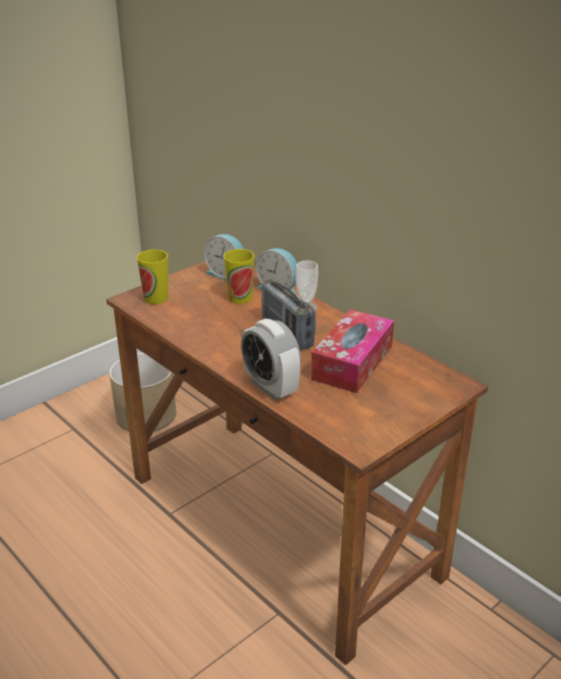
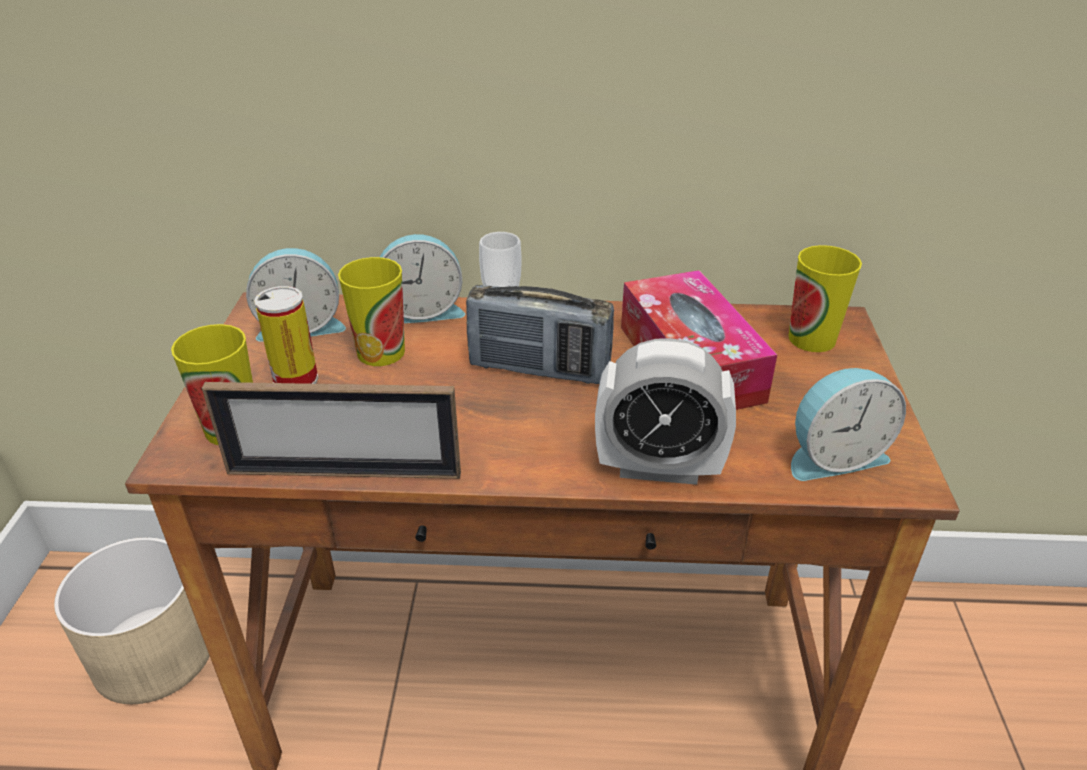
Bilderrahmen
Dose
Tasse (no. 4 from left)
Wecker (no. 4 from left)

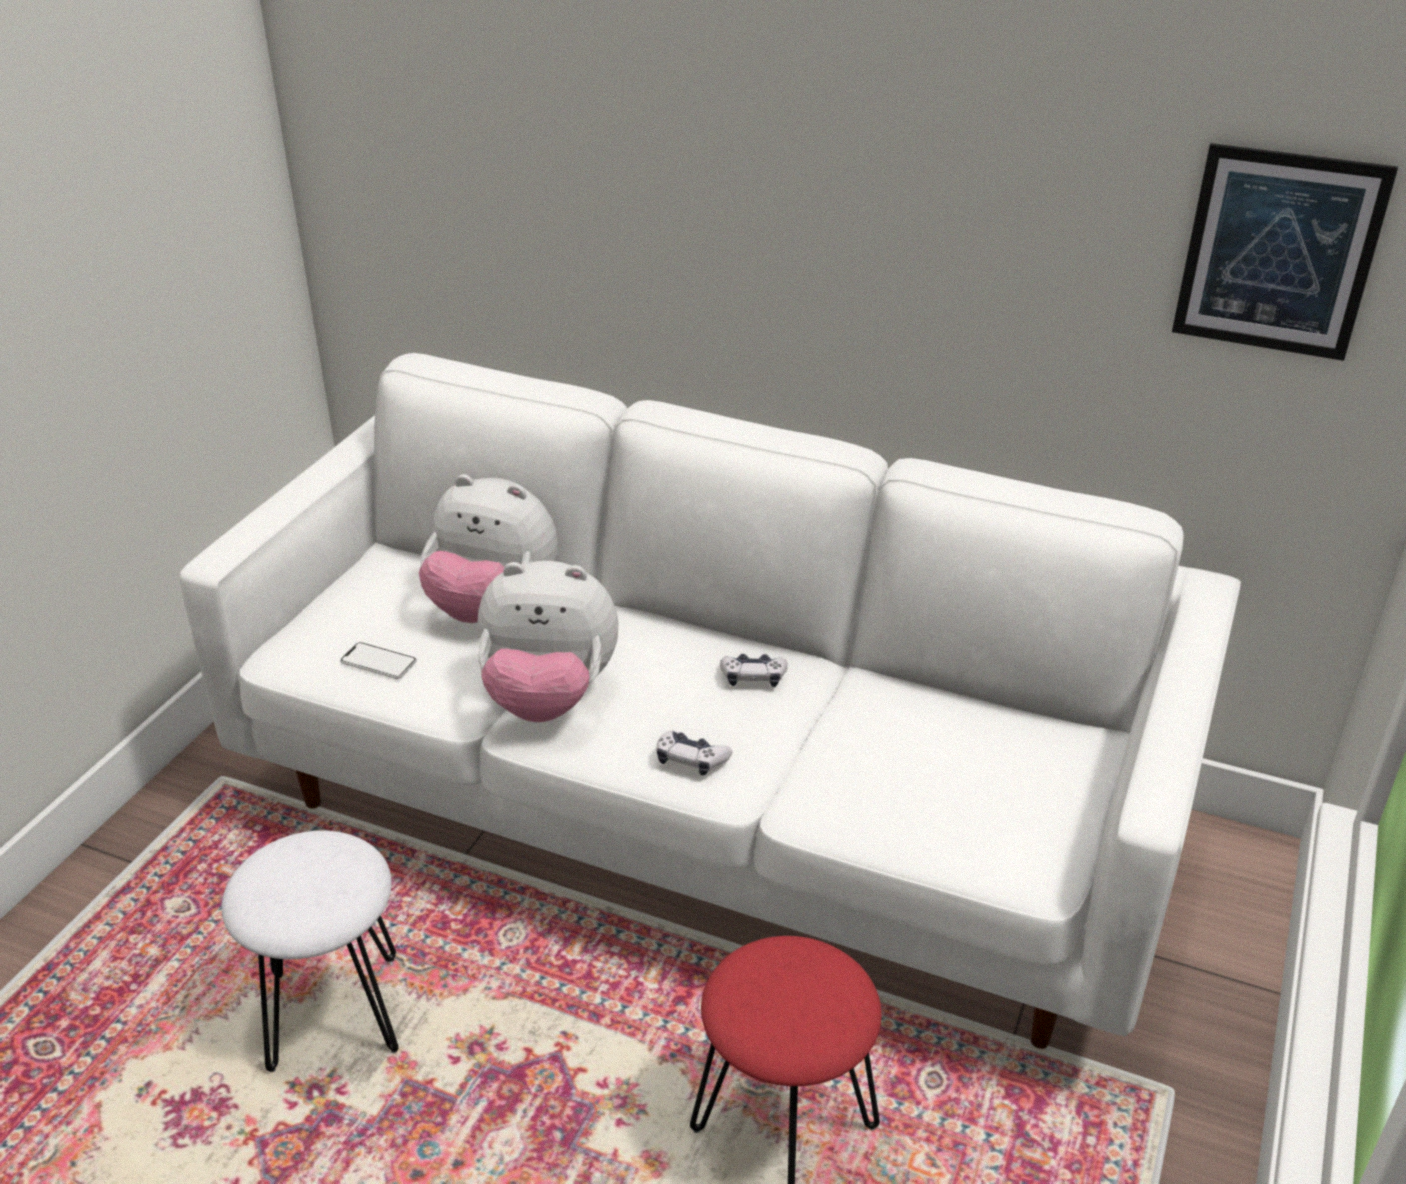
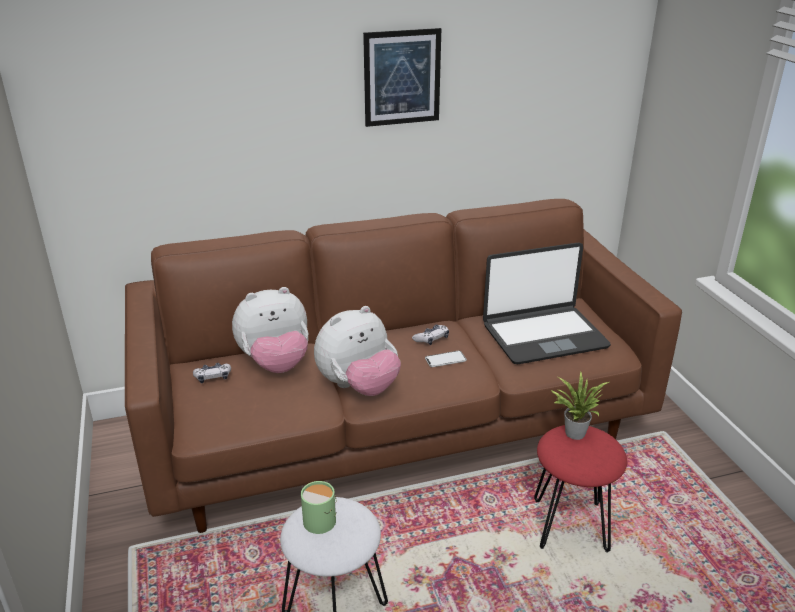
Sofa [braun]
Handy
Gamepad (no. 1 from left)
Bild
Henkelbecher [grün]
Laptop
Topfpflanze

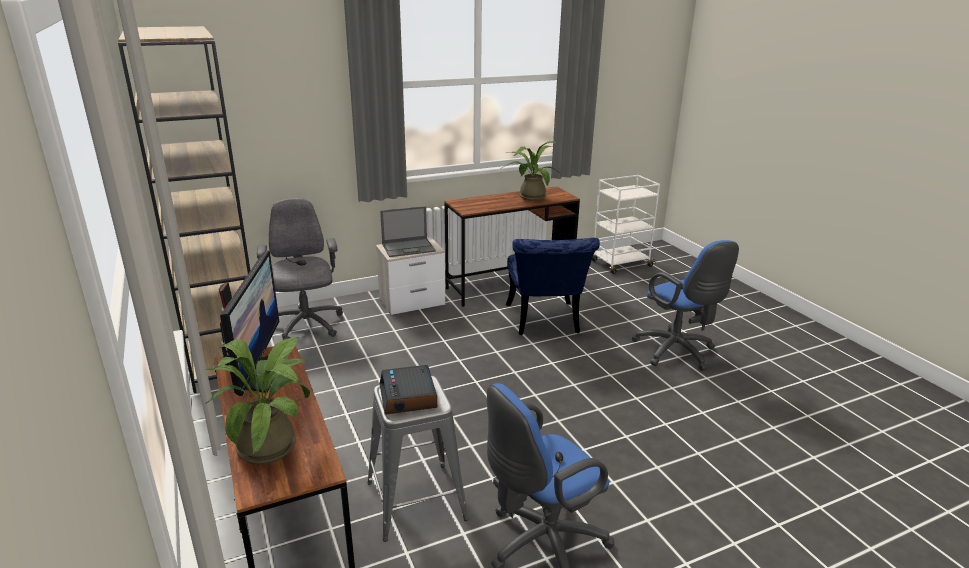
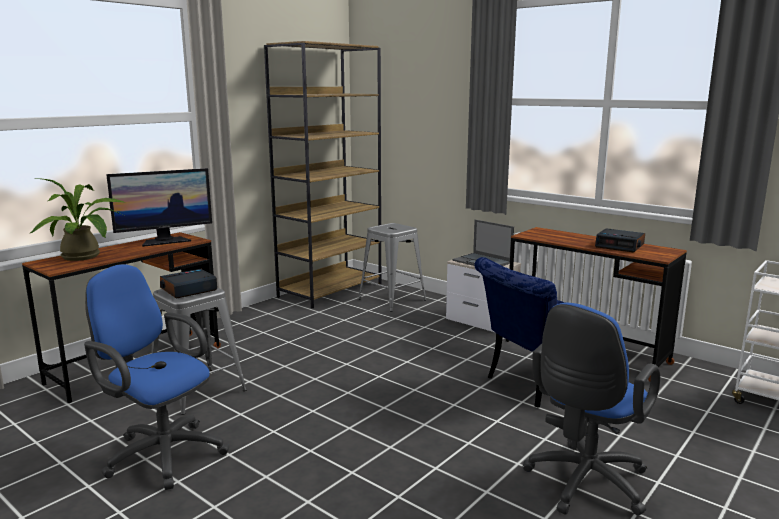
Hocker [grau] (no. 2 from left)
Wecker (no. 2 from left)

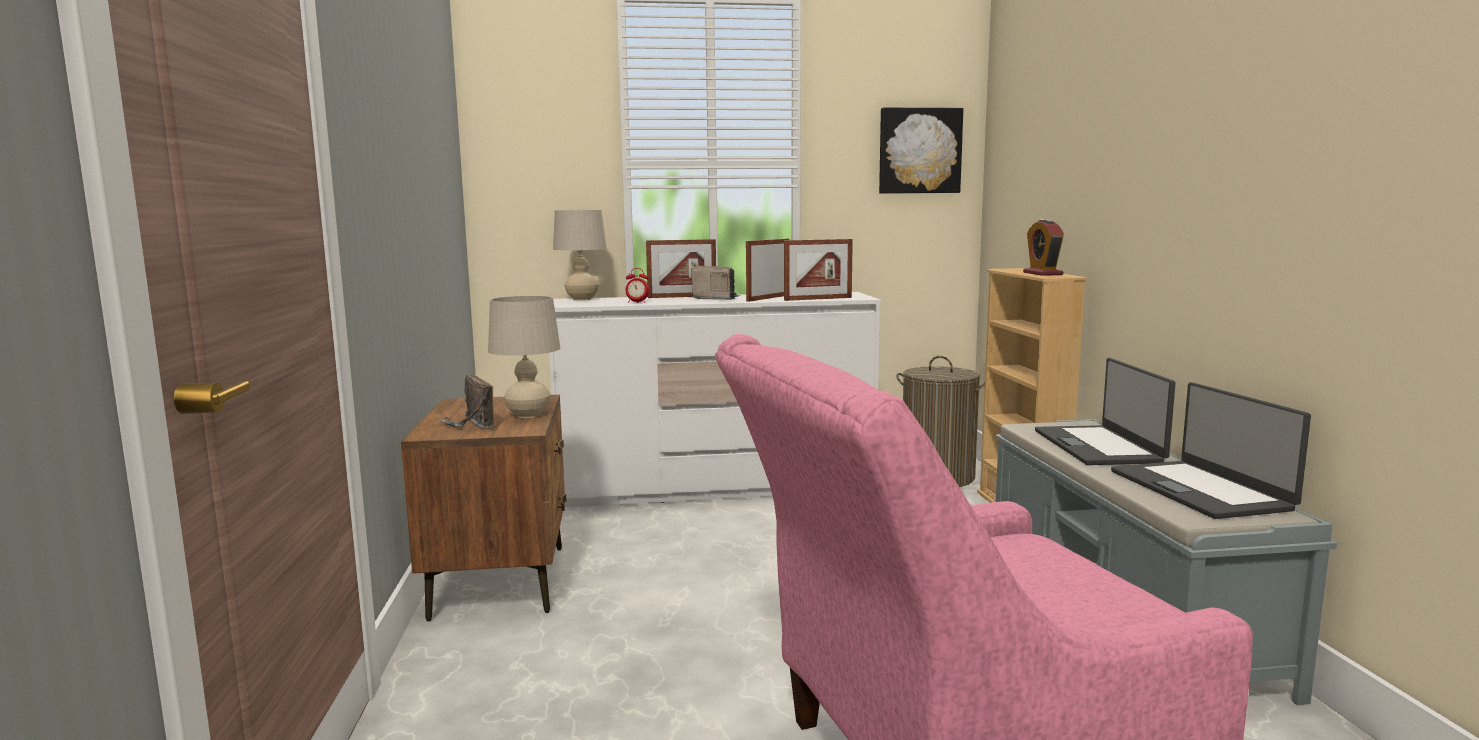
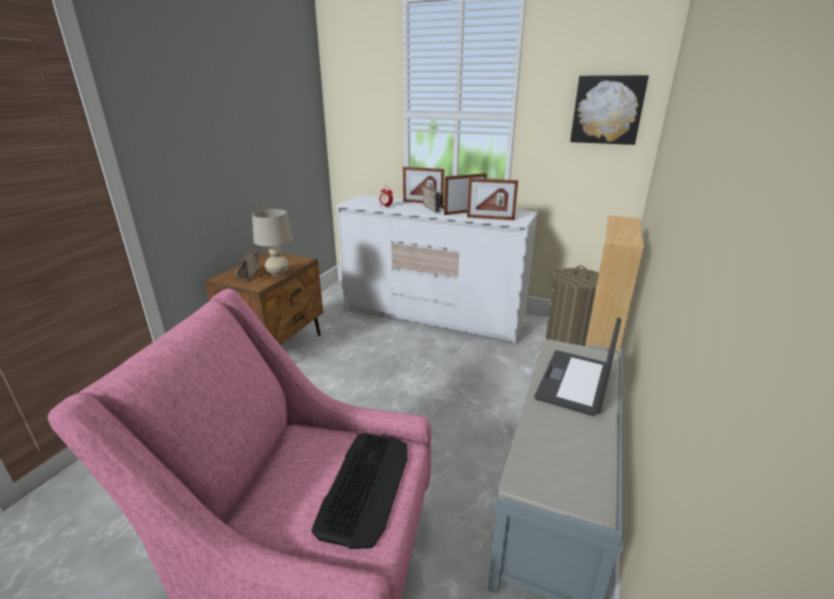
Tischlampe [beige] (no. 2 from left in the first image)
Wecker (no. 2 from left in the first image)
Laptop (no. 2 from left in the first image)
Tastatur

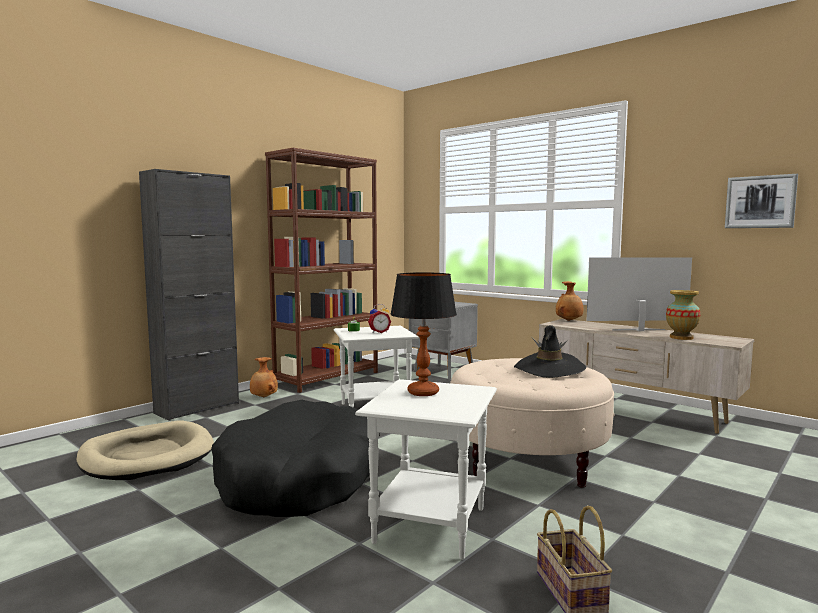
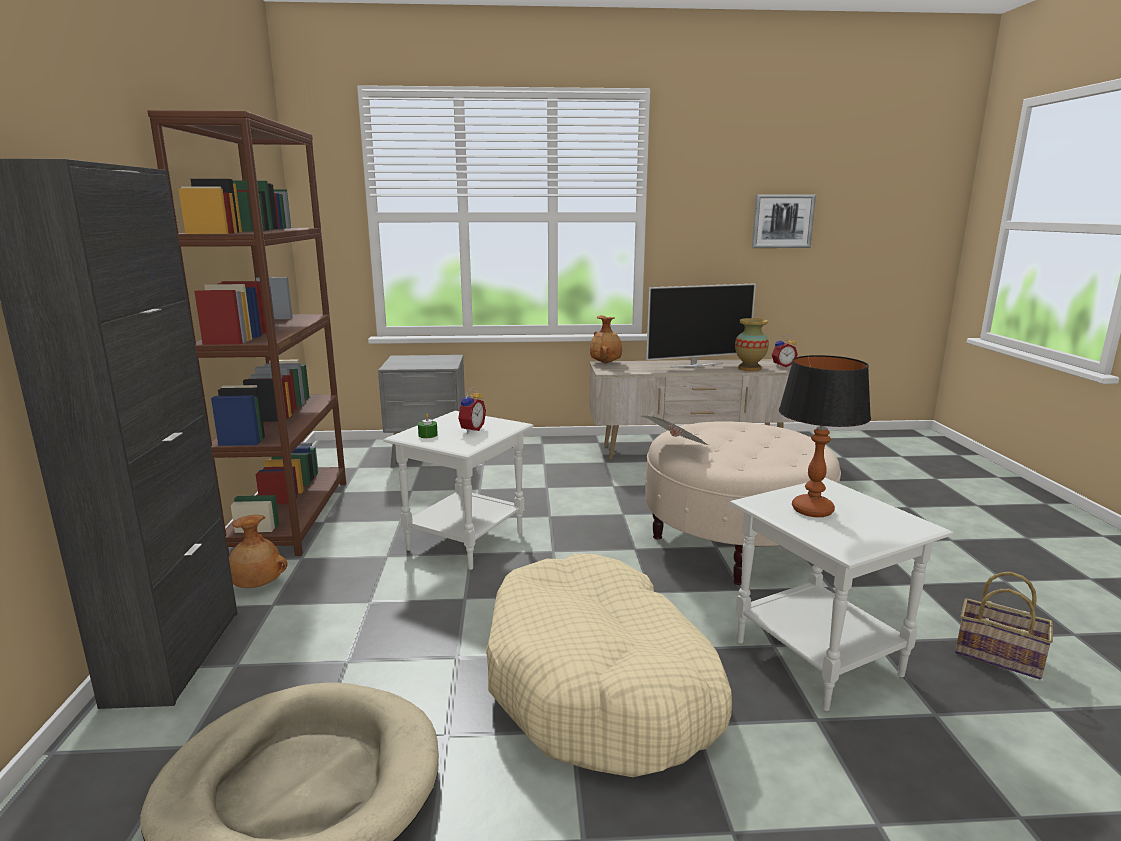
Hundebett [beige] (no. 2 from left)
Hut [schwarz]
Fernseher
Zeitung
Wecker (no. 2 from left)

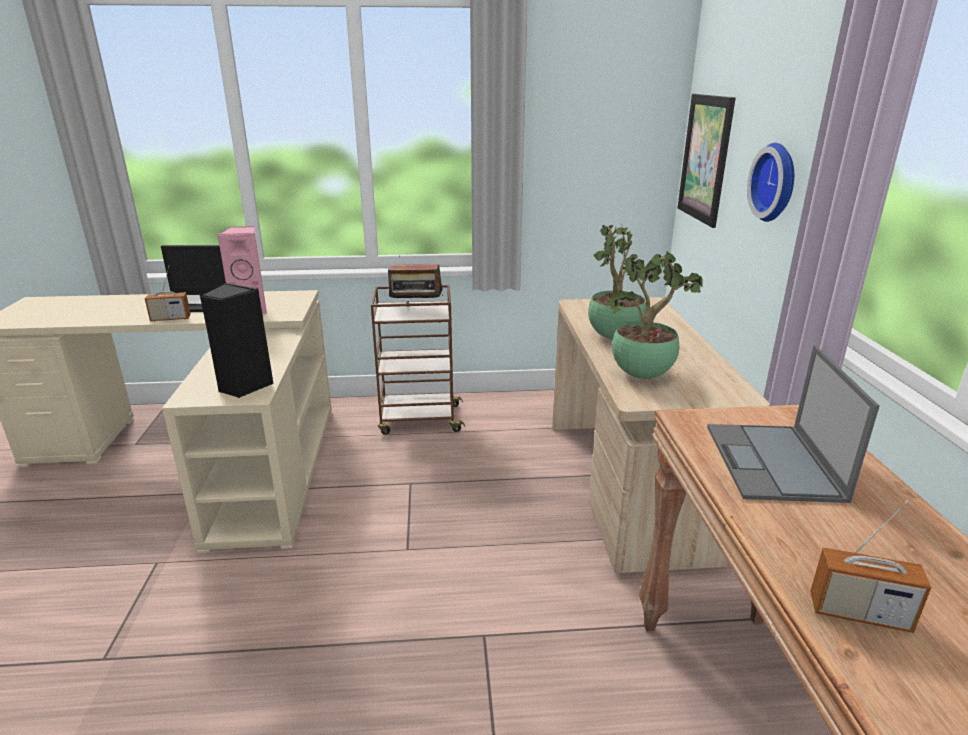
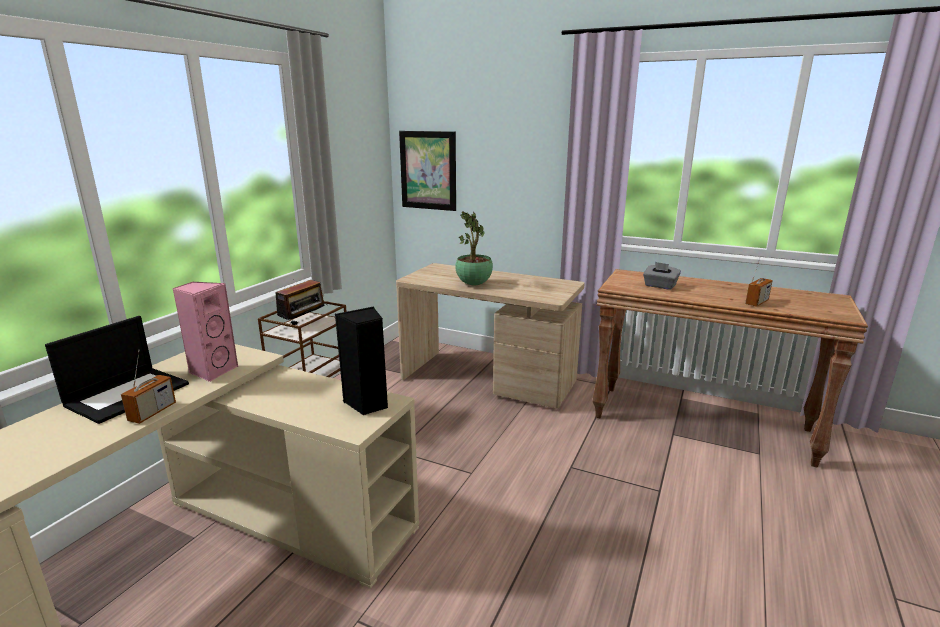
Topfpflanze (no. 2 from left in the first image)
Taschentuchbox [grau]
Wanduhr

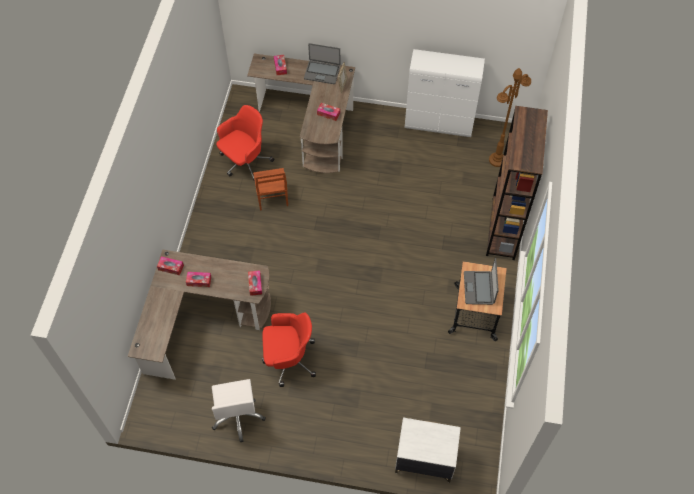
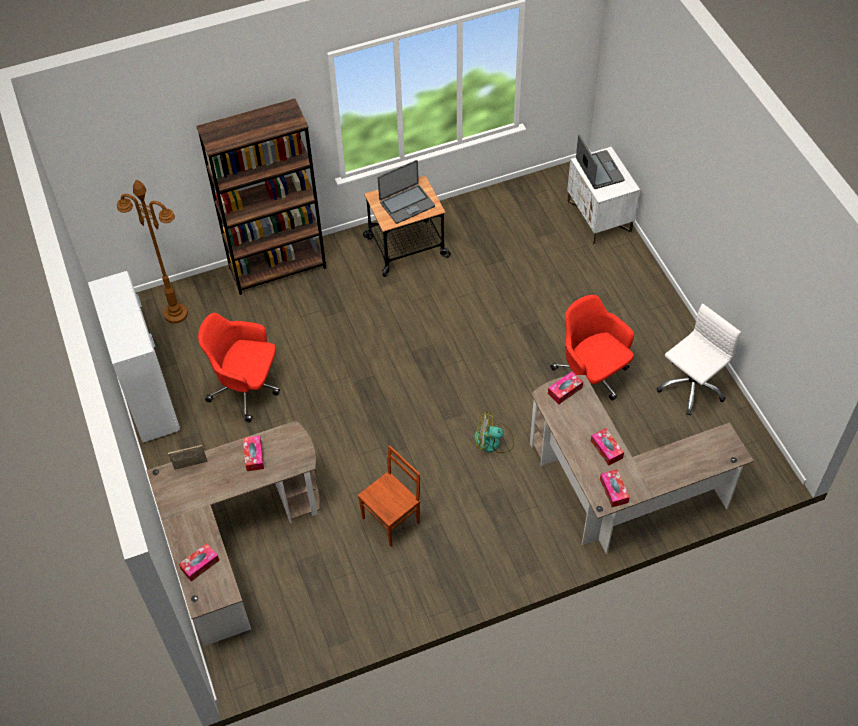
Bürostuhl [rot] (no. 1 from left)
Laptop (no. 2 from left)
Ventilator

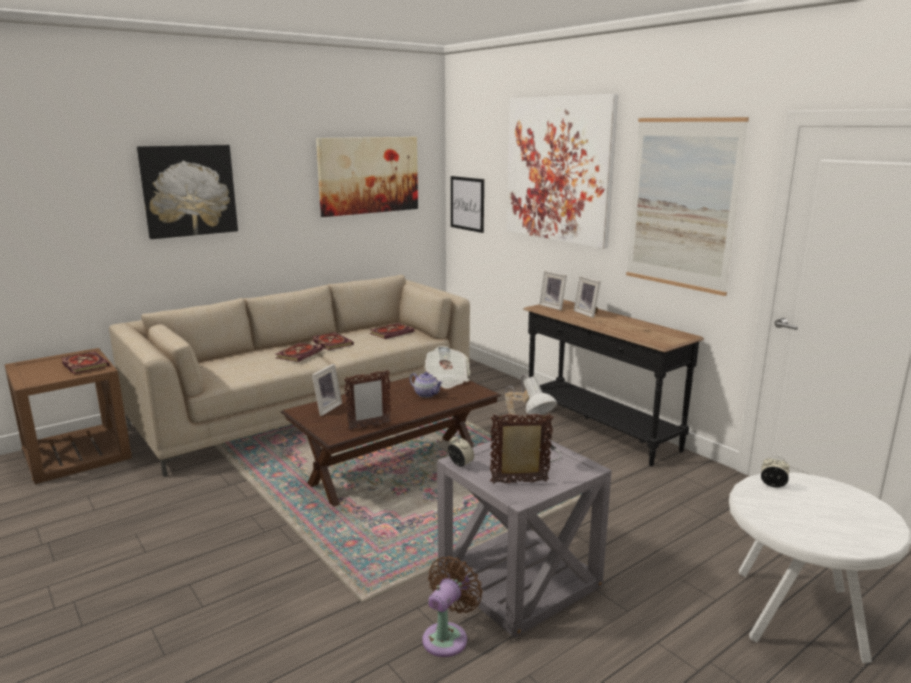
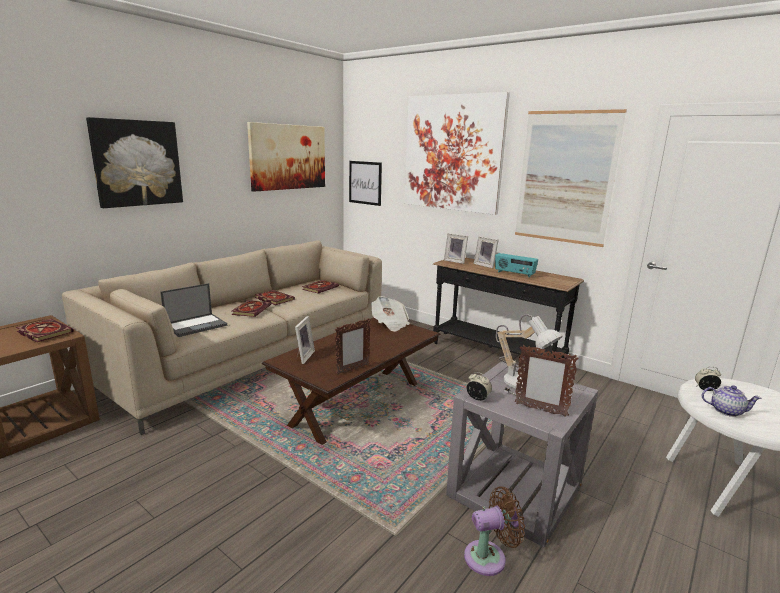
Teekanne
Ventilator [braun]
Bilderrahmen (no. 5 from left)
Laptop
Radio

